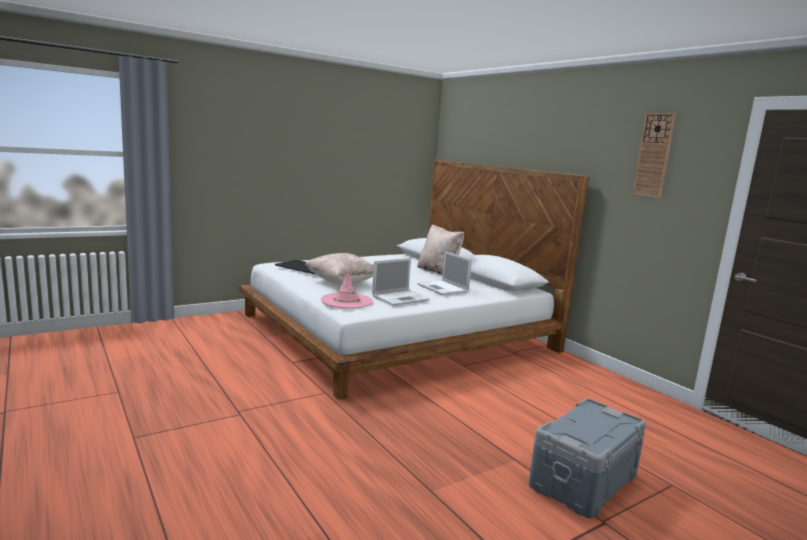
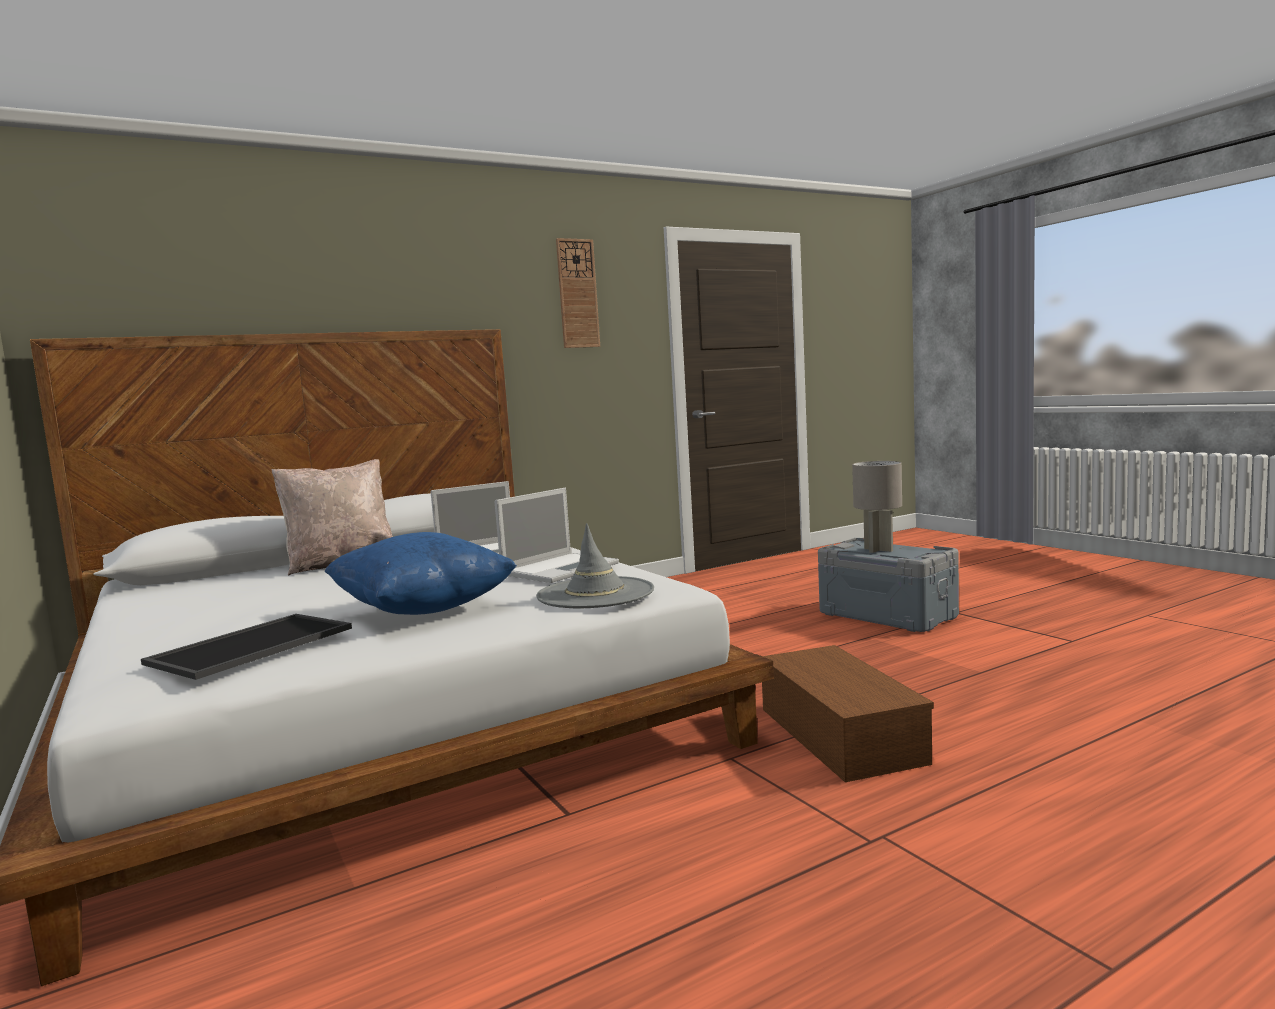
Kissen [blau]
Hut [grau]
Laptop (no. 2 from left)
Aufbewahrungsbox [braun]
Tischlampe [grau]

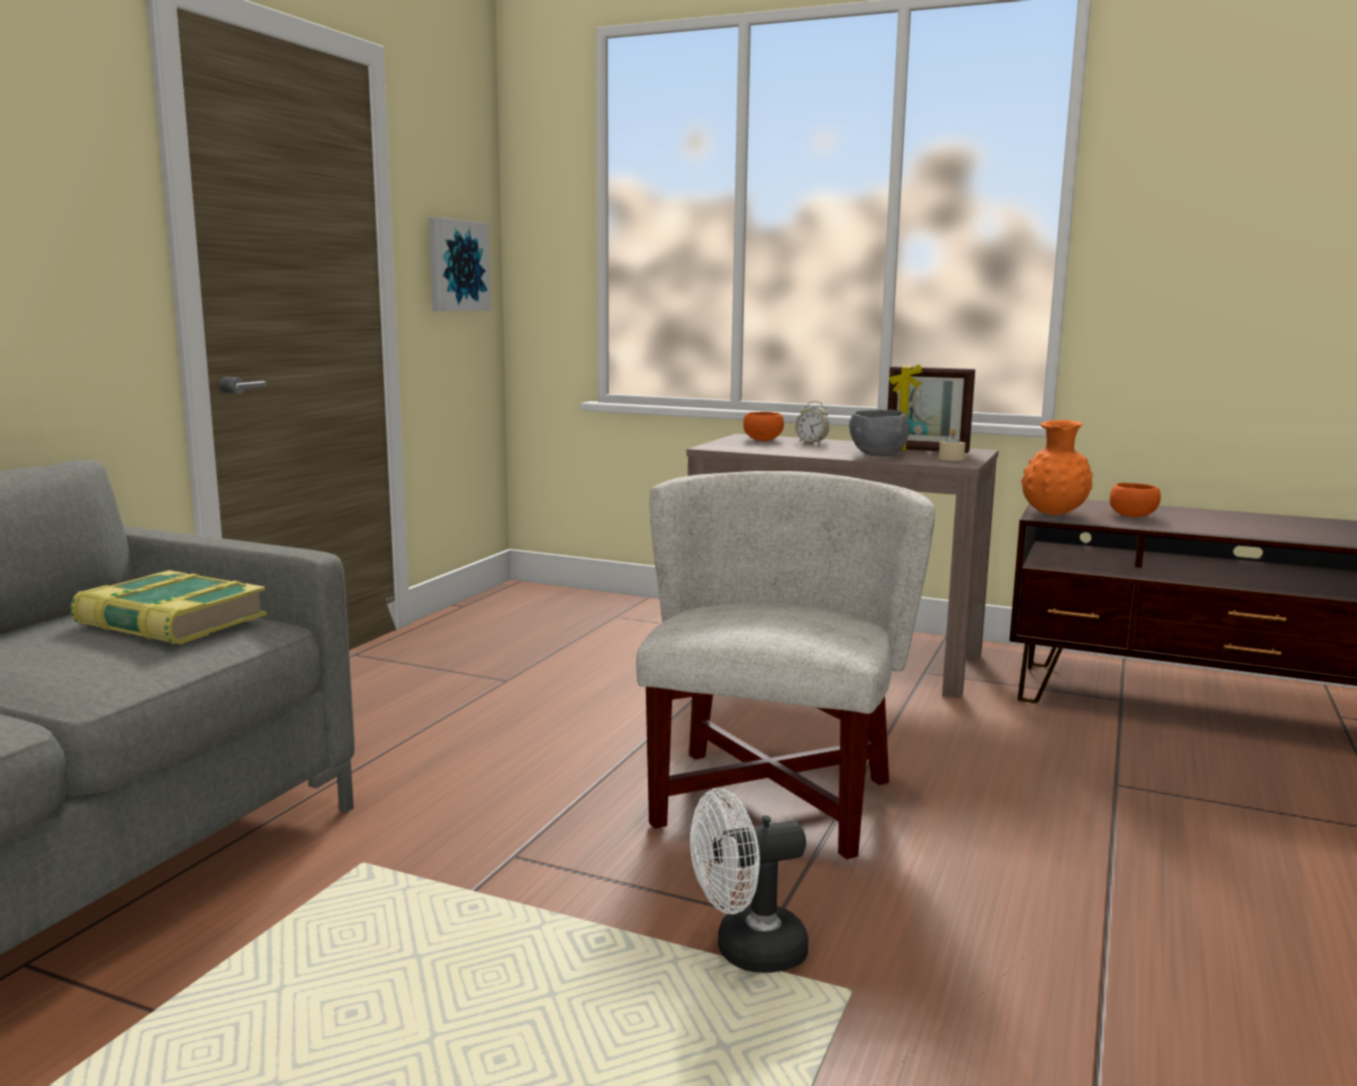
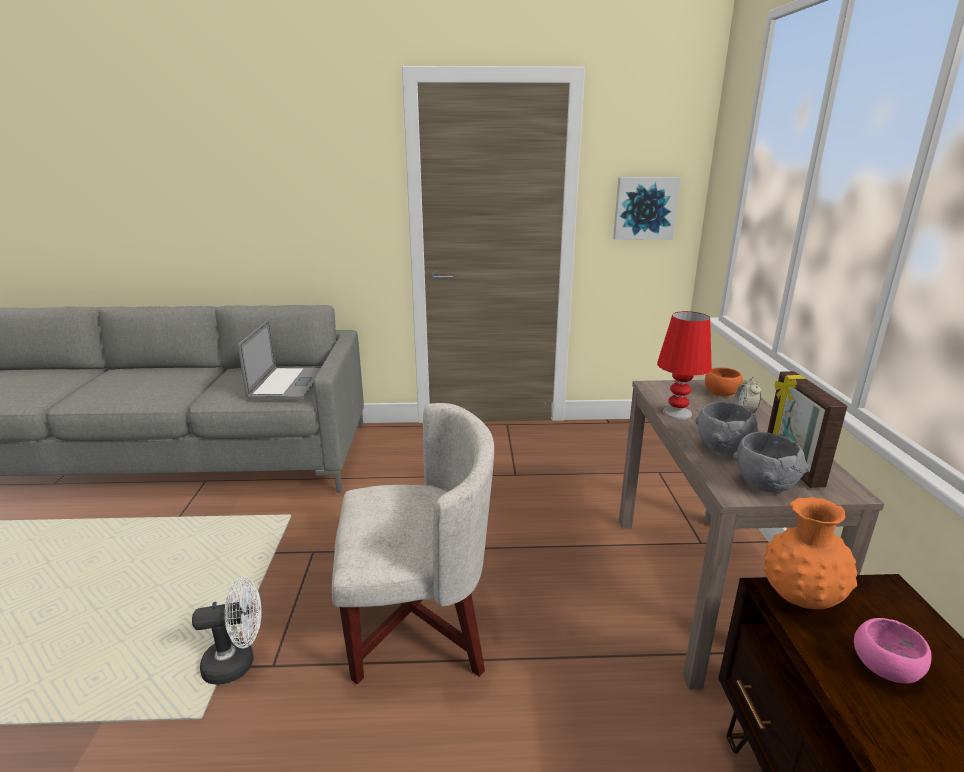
Laptop
Ventilator [weiß]
Schüssel [grau] (no. 2 from left)
Schüssel [rosa]
Tischlampe [rot]

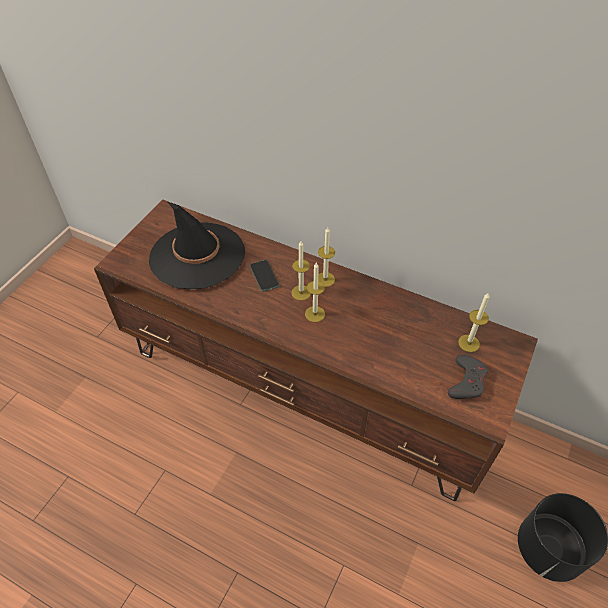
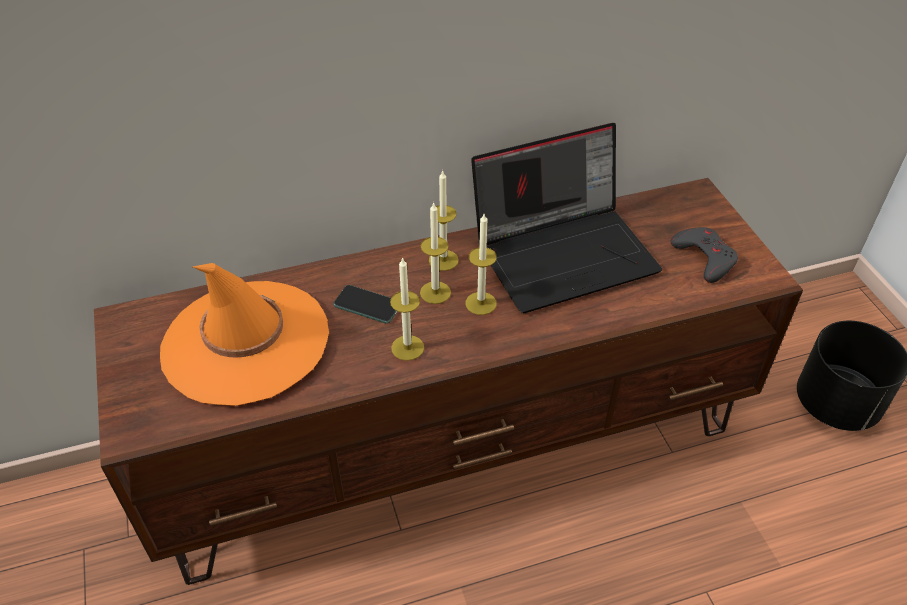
Hut [orange]
Kerze (no. 1 from left)
Laptop

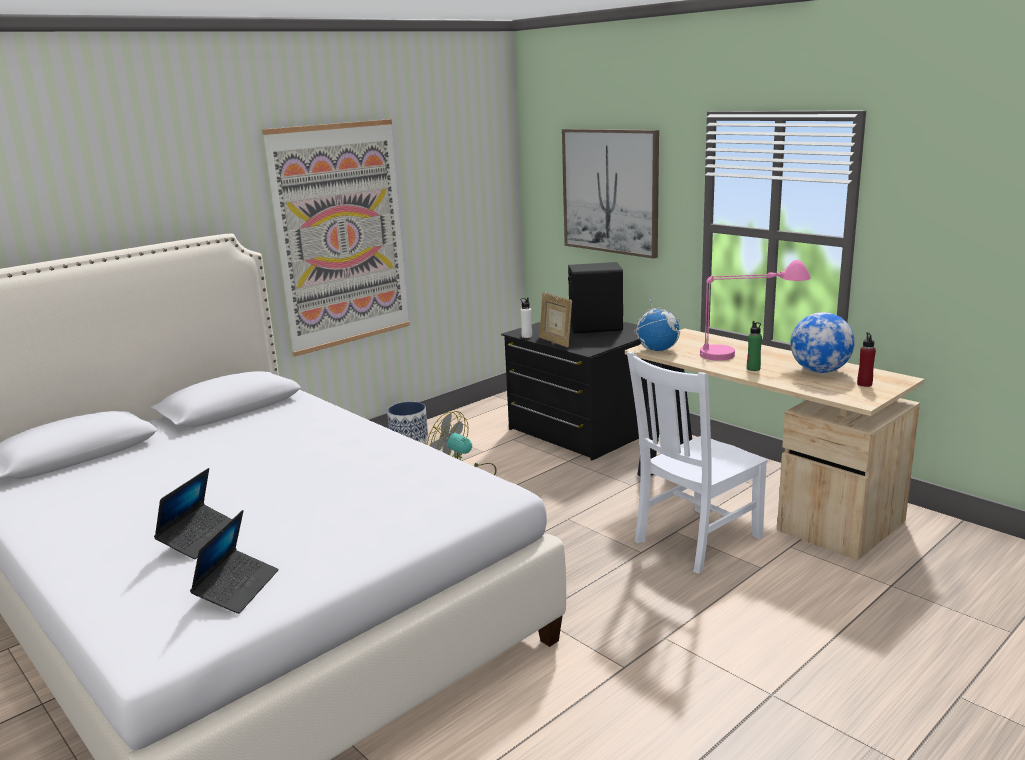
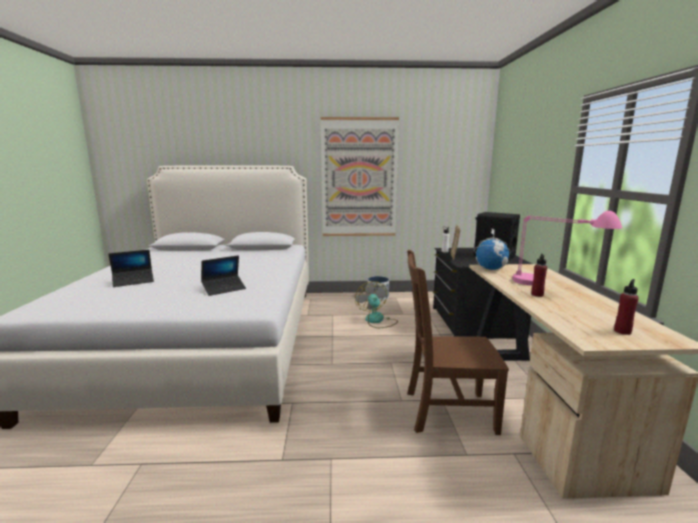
Laptop (no. 2 from left)
Bild (no. 2 from left in the first image)
Stuhl [braun]
Flasche [rot] (no. 1 from left)
Globus (no. 2 from left in the first image)

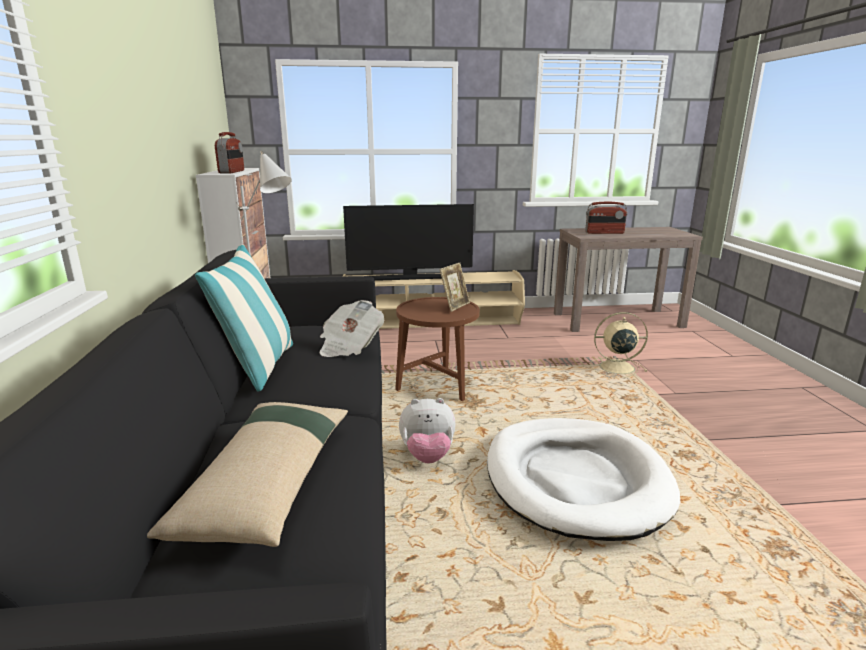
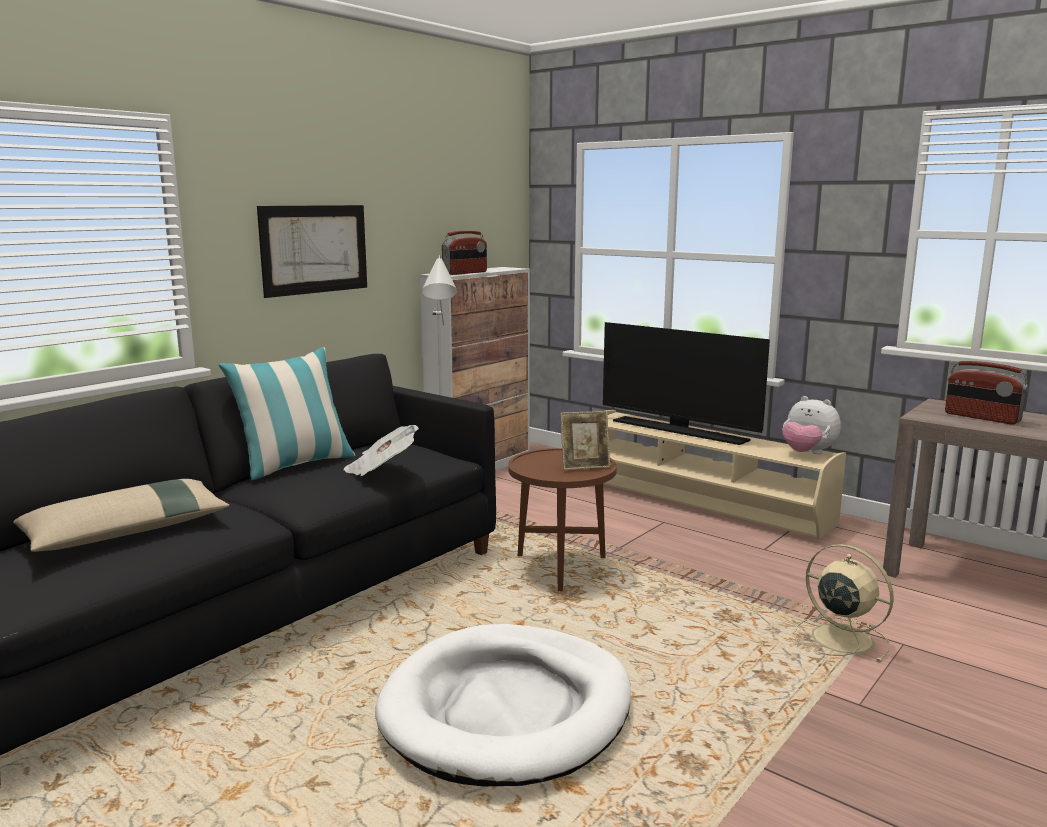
Plüschtier
Bild

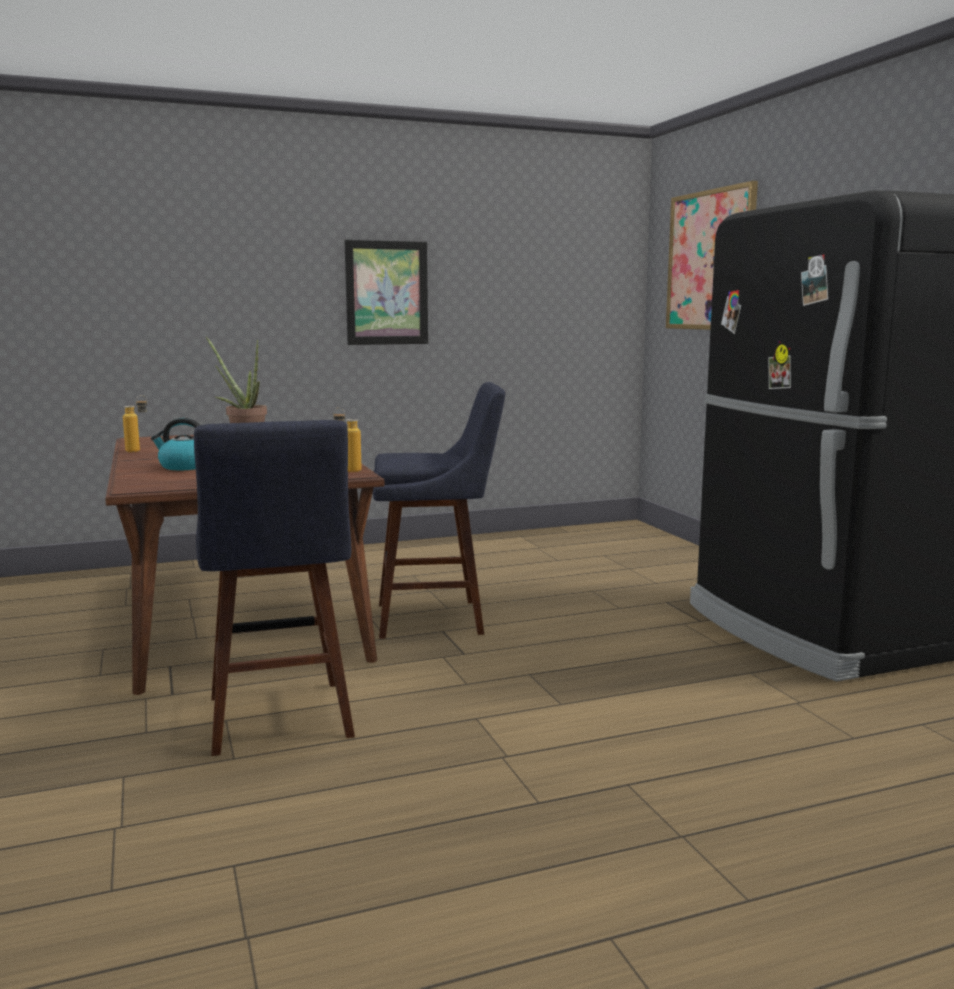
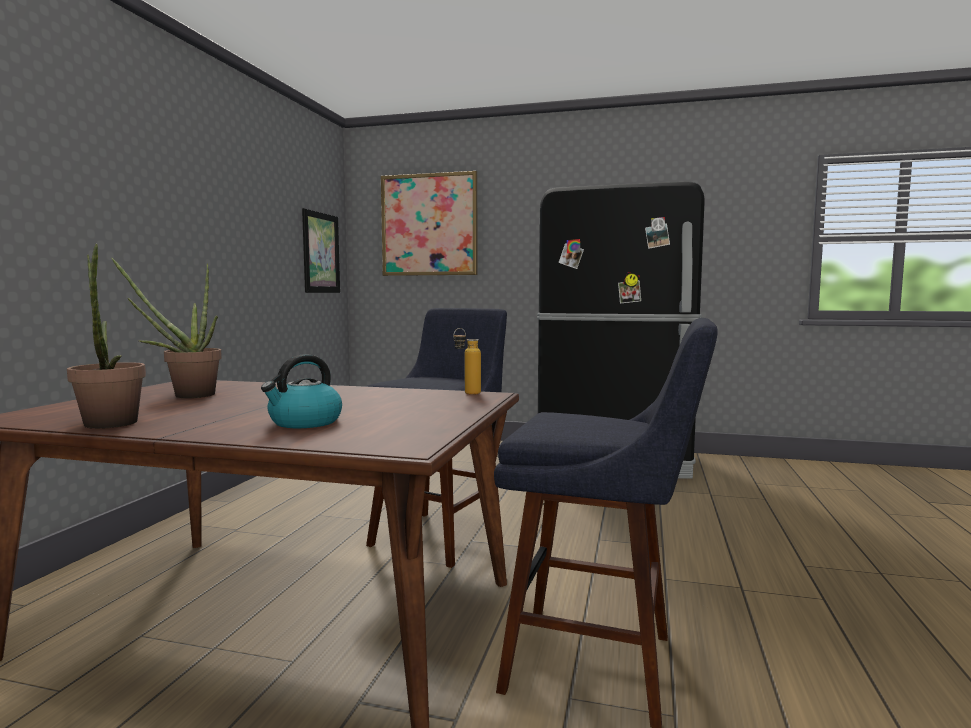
Topfpflanze (no. 1 from left)
Bild (no. 1 from left)

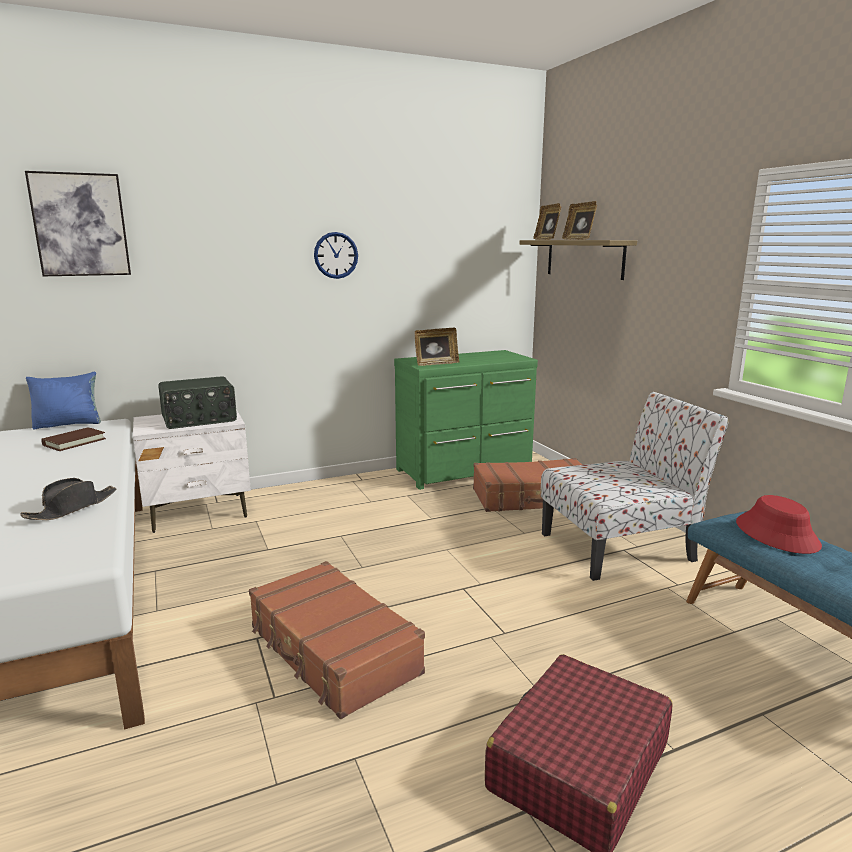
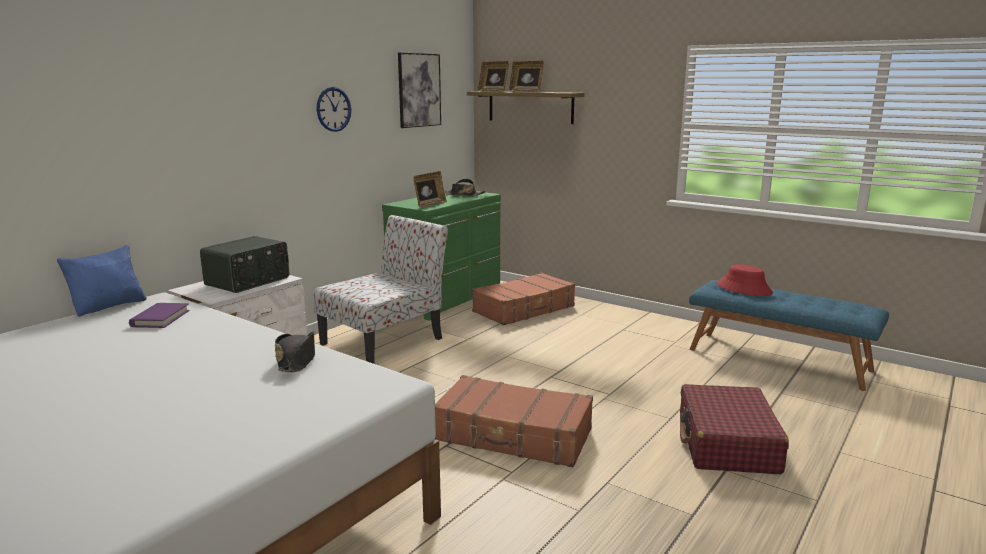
Bild
Buch [lila]
Stuhl
Hut [schwarz] (no. 2 from left)

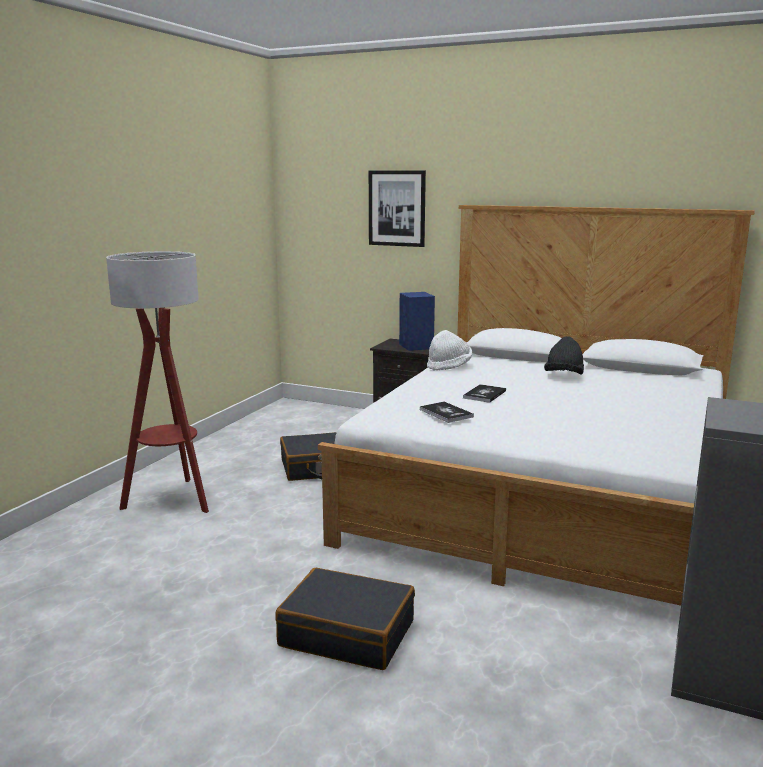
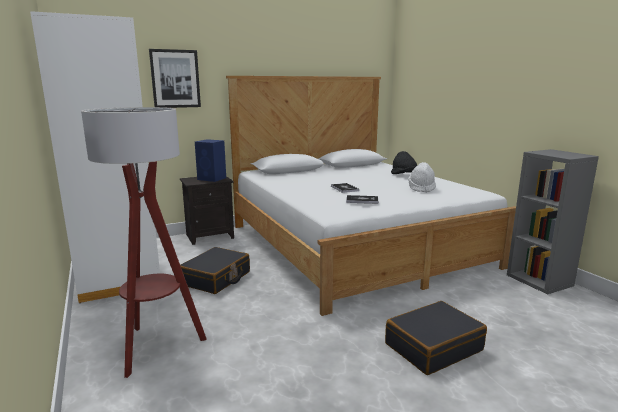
Hut [weiß]
Hut [schwarz]
Kleiderschrank [weiß]

